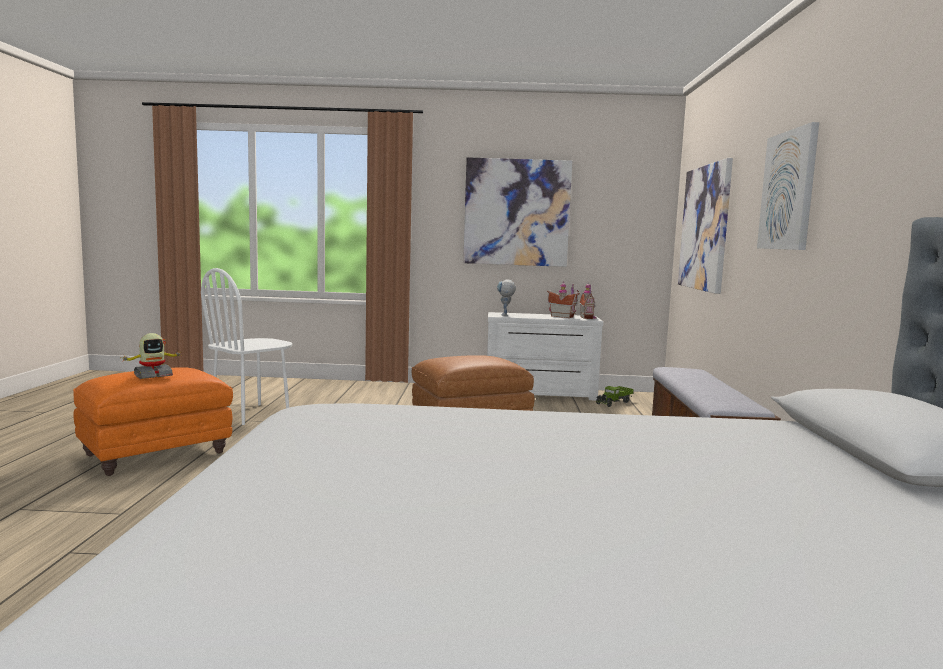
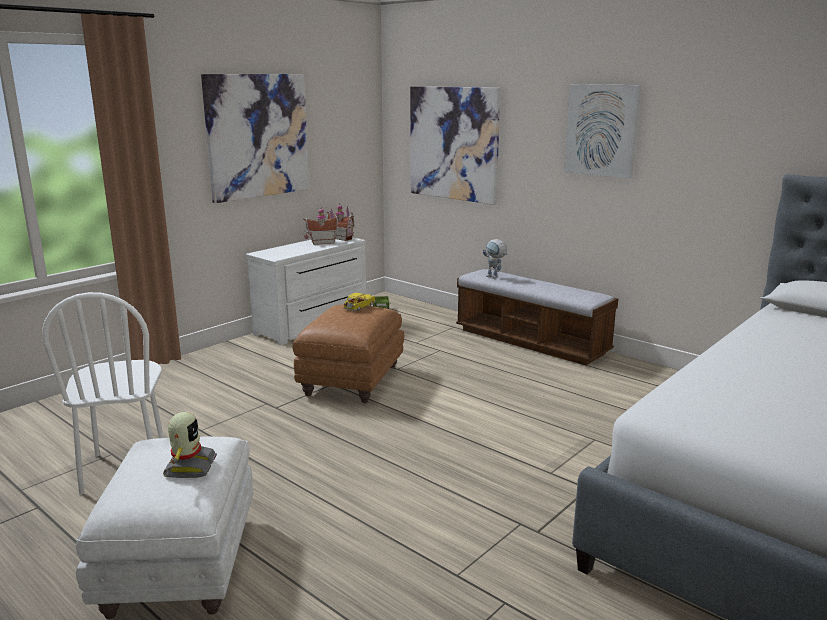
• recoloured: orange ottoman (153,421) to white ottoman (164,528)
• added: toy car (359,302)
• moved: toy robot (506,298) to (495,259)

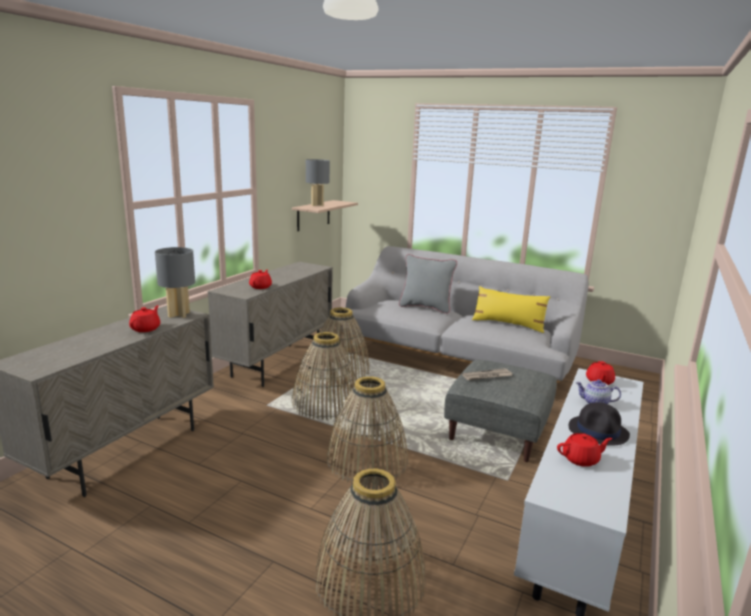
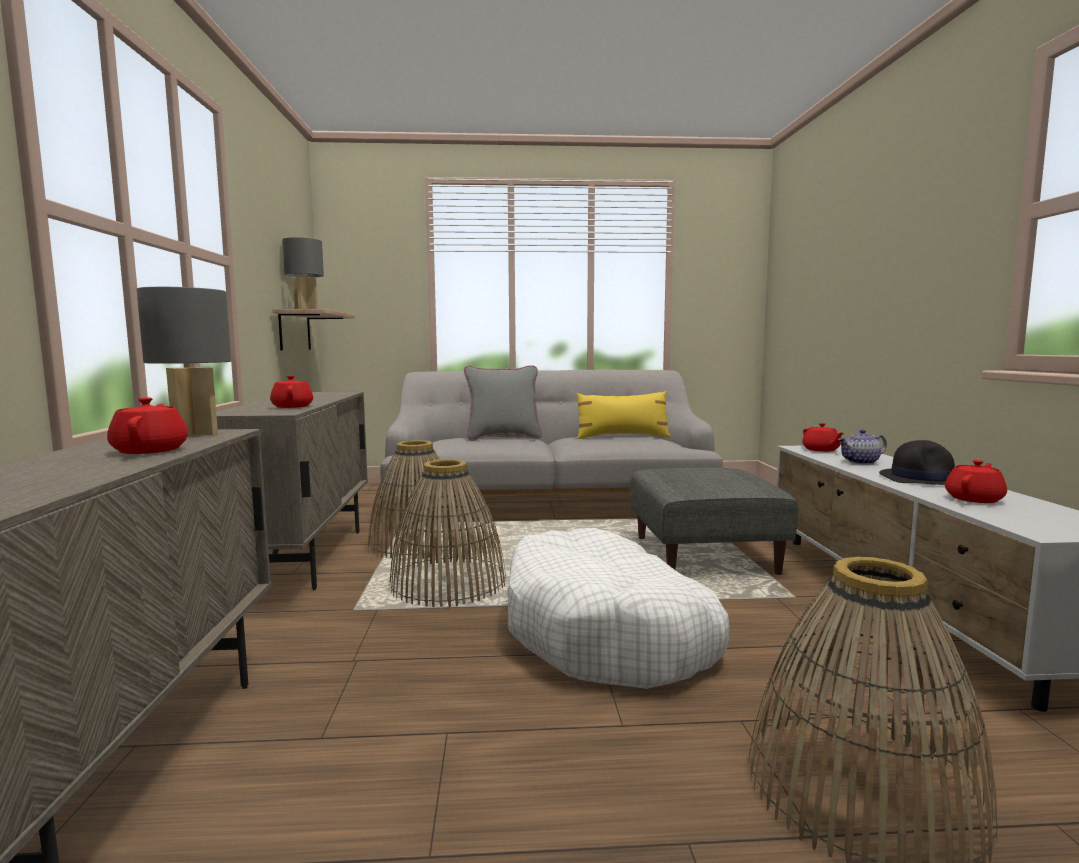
• replaced: basket (367,431) to white dog bed (618,608)
• removed: newspaper (487,374)

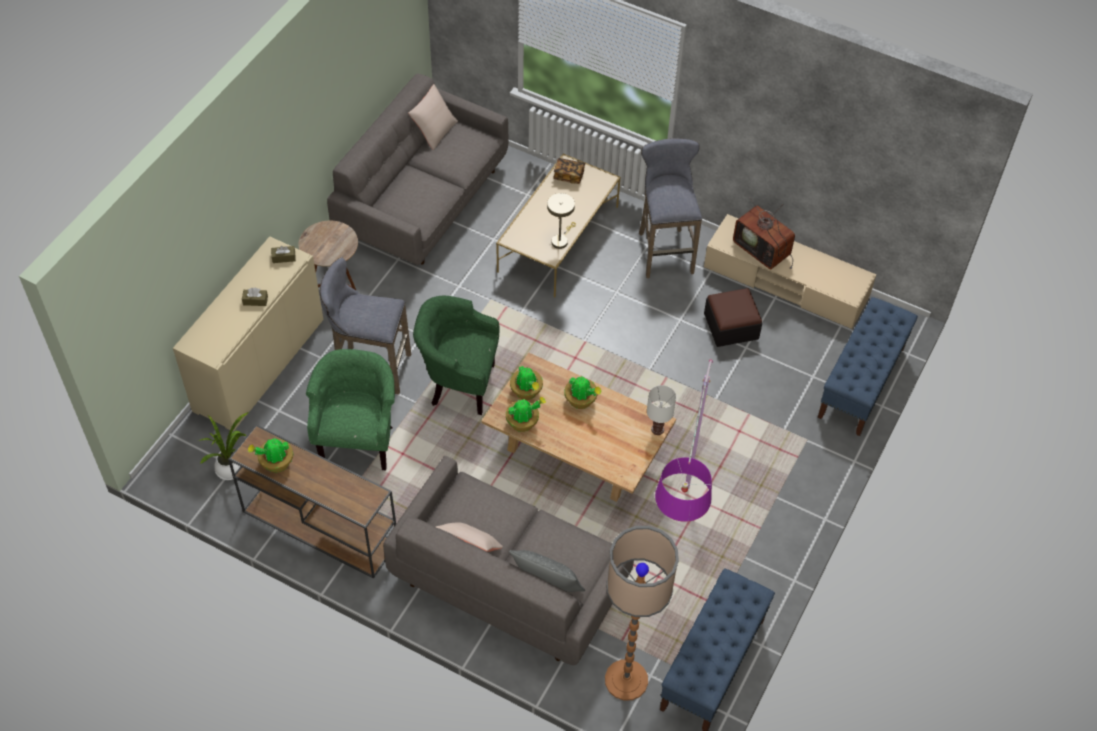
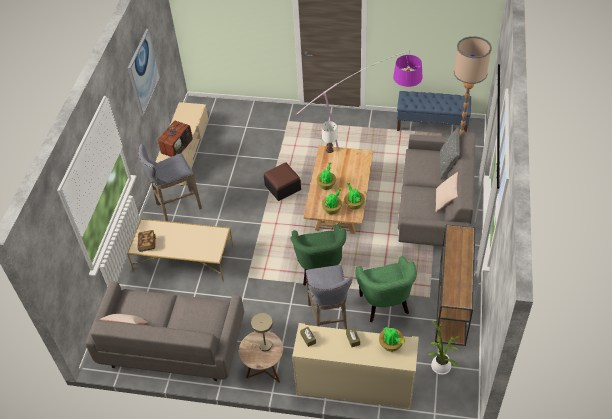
• added: picture (144,72)
• moved: beige table lamp (561,221) to (258,332)
• moved: ottoman (733,317) to (282,181)
• turned: green armchair (350,410) = (386,289) 90 degrees counterclockwise
• moved: potted plant (270,455) to (392,339)
• removed: blue bench (867,366)

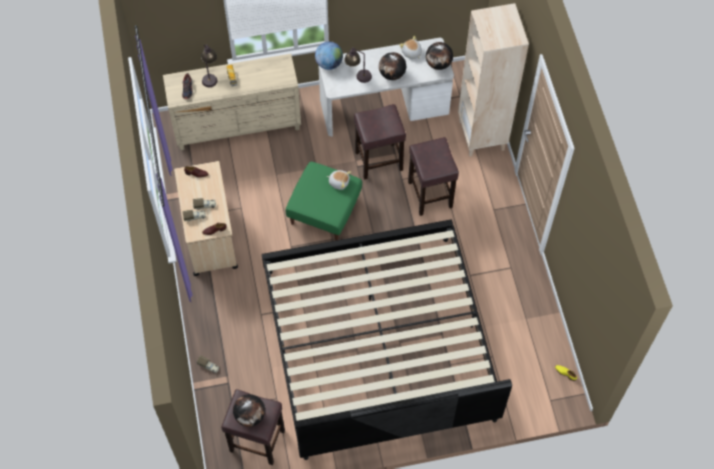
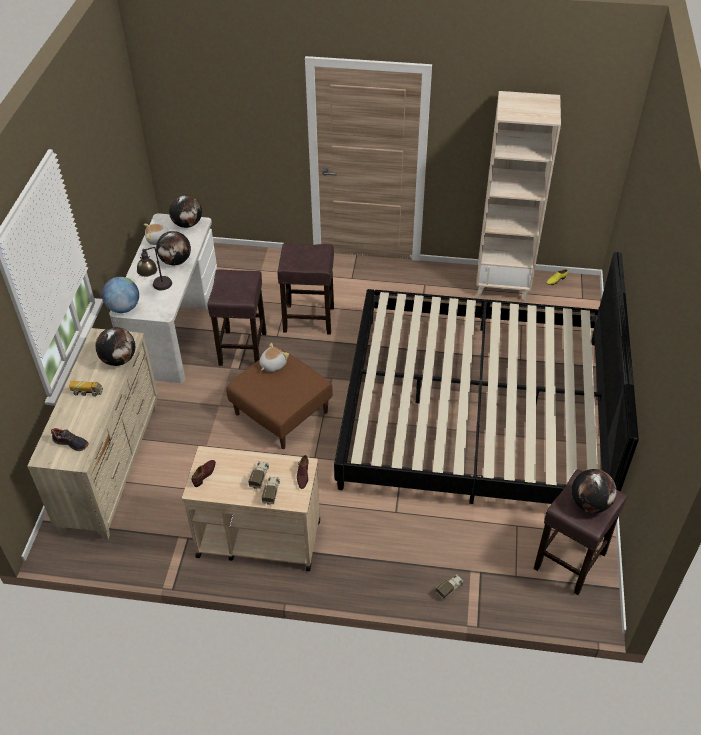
• added: globe (115,346)
• recoloured: green ottoman (323,201) to brown ottoman (279,398)
• moved: beige bookcase (493,79) to (519,196)
• removed: table lamp (209,66)

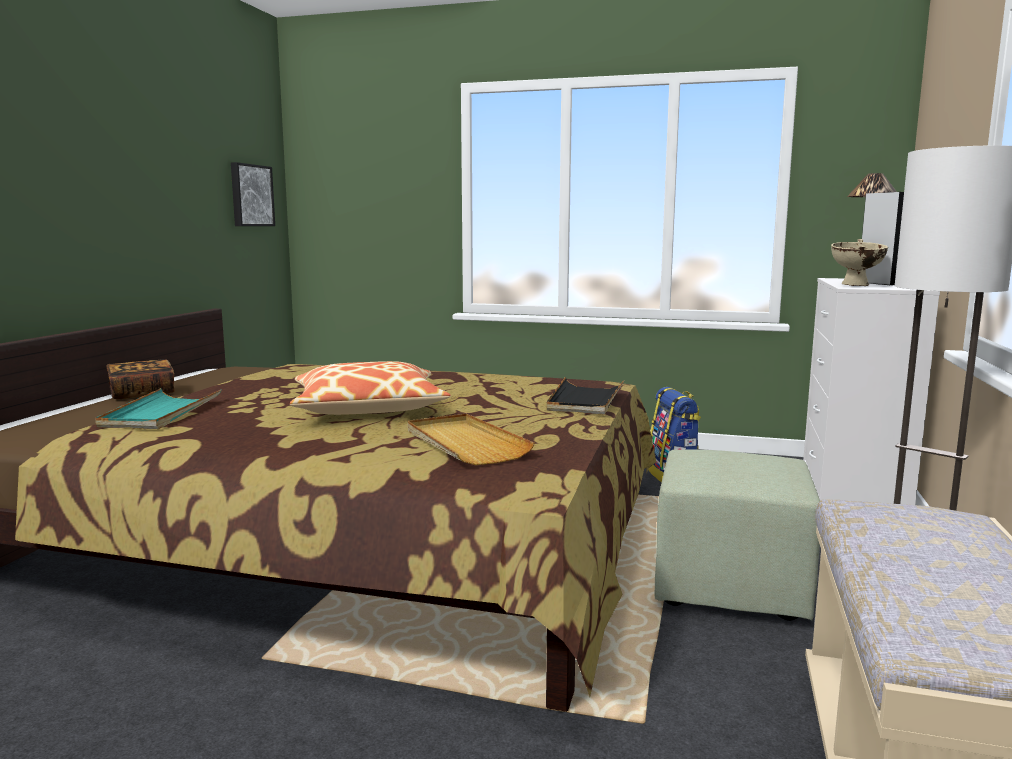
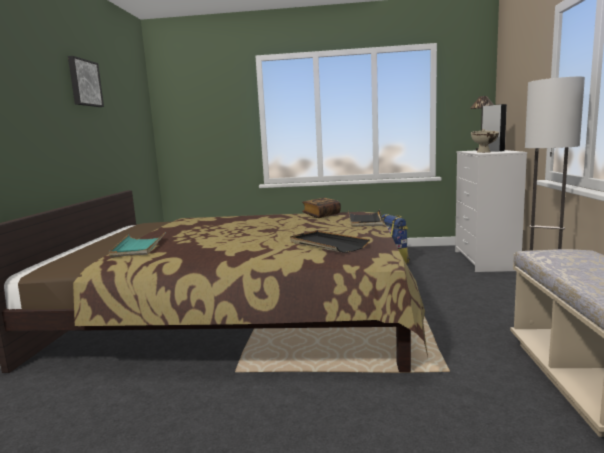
• moved: picture (253,194) to (86,81)
• recoloured: beige tray (471,439) to black tray (330,242)
• moved: book (140,379) to (321,208)
• removed: pillow (370,388)
• removed: green ottoman (737,535)

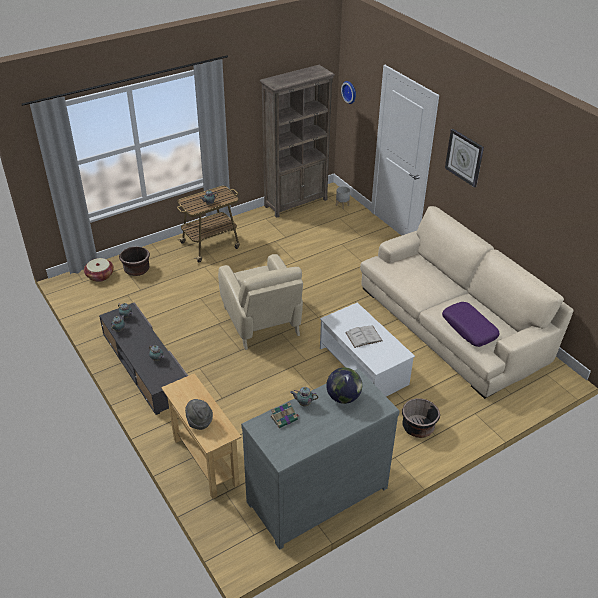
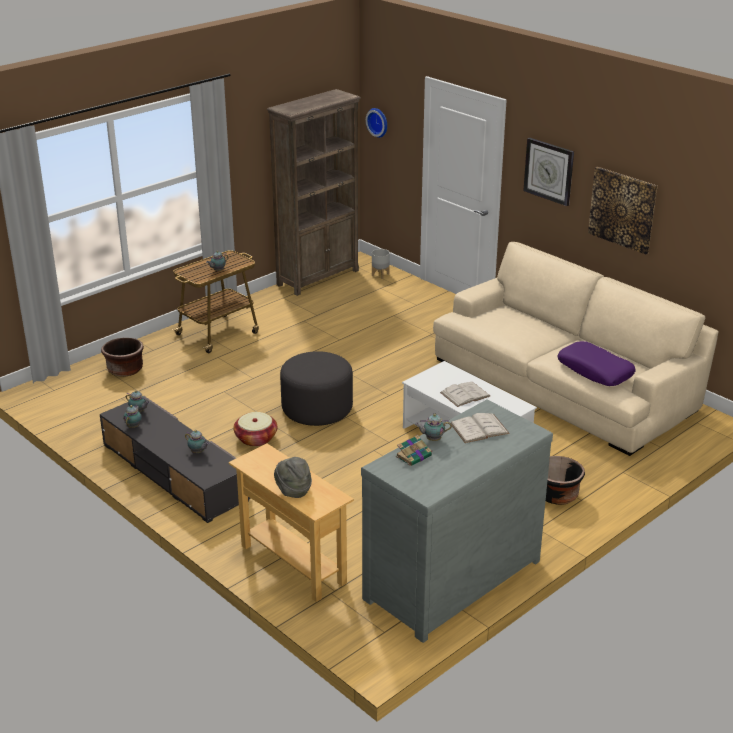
• moved: basket (99,270) to (255,429)
• replaced: beige armchair (260,302) to grey ottoman (316,388)
• replaced: globe (344,386) to white book (480,428)
• added: picture (623,210)

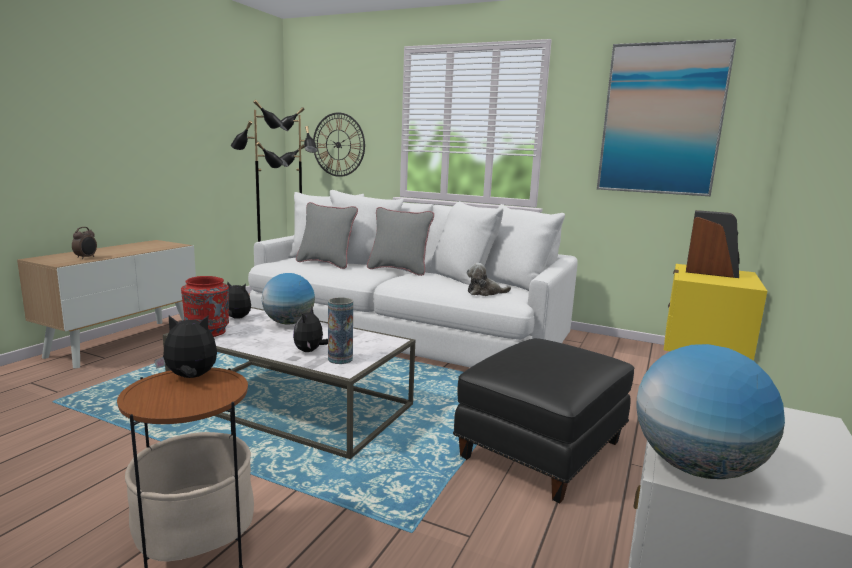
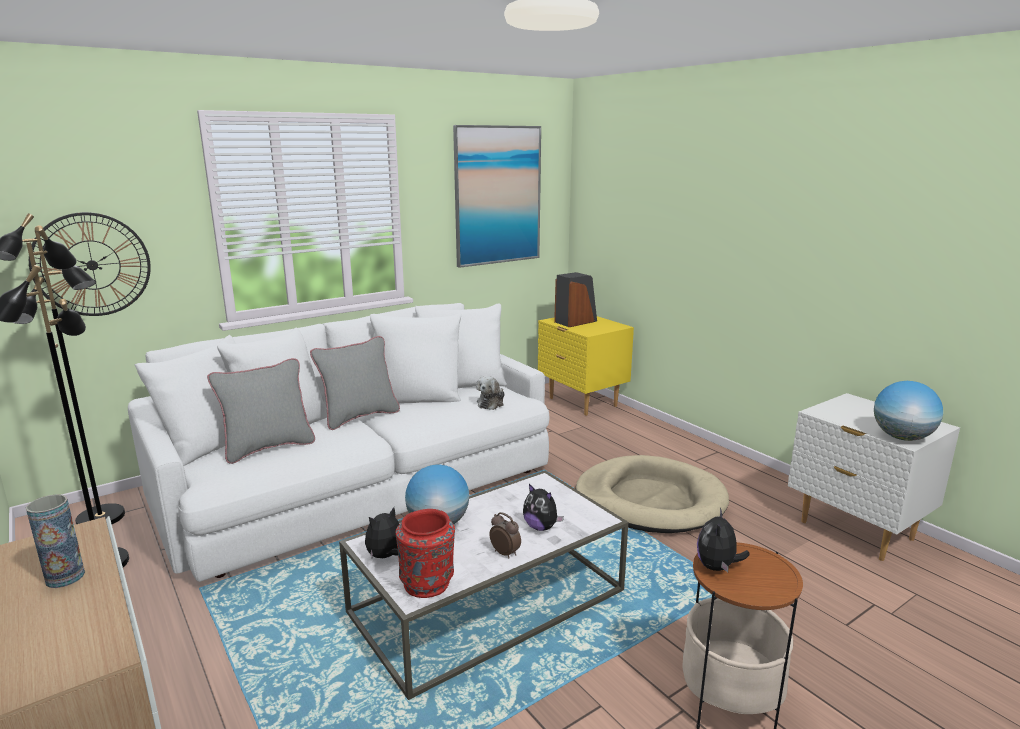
• moved: vase (340,330) to (55,541)
• moved: alarm clock (84,243) to (505,535)
• replaced: black ottoman (543,420) to beige dog bed (652,494)

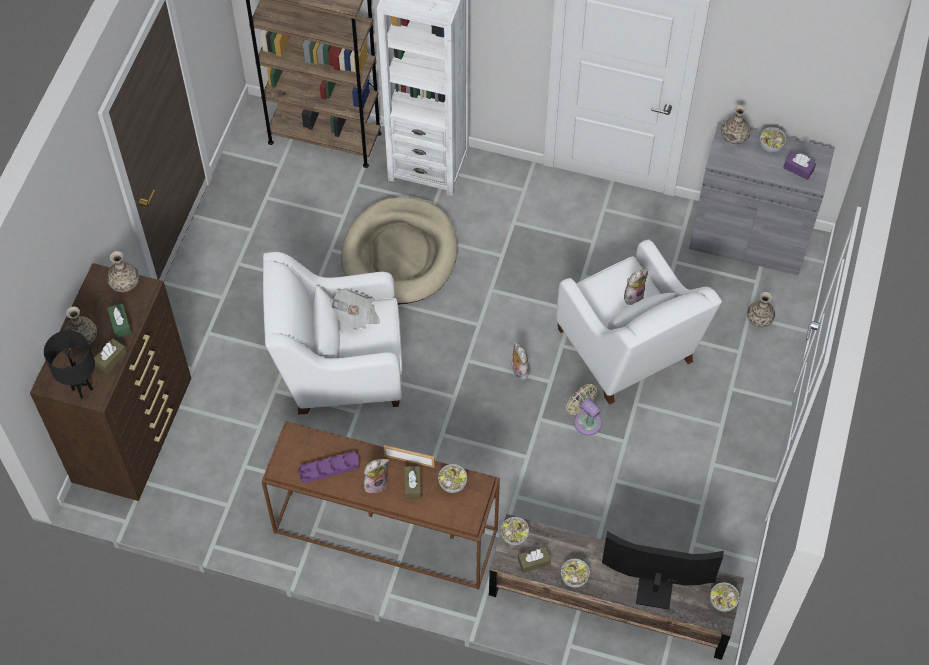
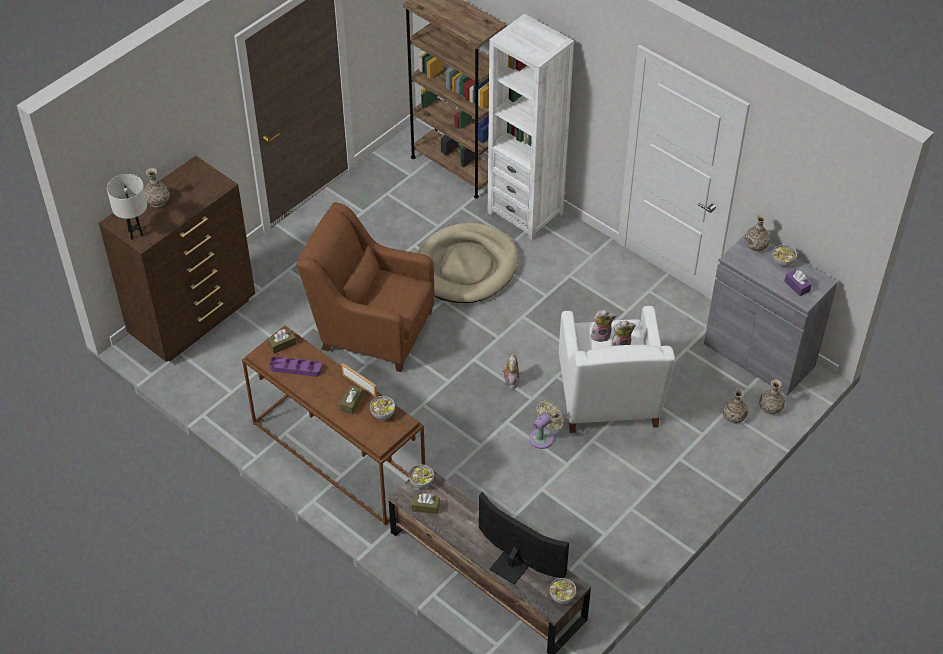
• recoloured: black table lamp (69,364) to white table lamp (127,206)
• moved: brown tissue box (110,356) to (281,341)
• recoloured: white armchair (332,333) to brown armchair (365,287)
• turned: beige fan (584,409) = (546,424) 60 degrees clockwise
• moved: plush toy (376,476) to (603,326)
• moved: vase (123,271) to (772,397)
• removed: green tissue box (119,320)
• removed: newspaper (355,309)
• removed: bowl (575,573)

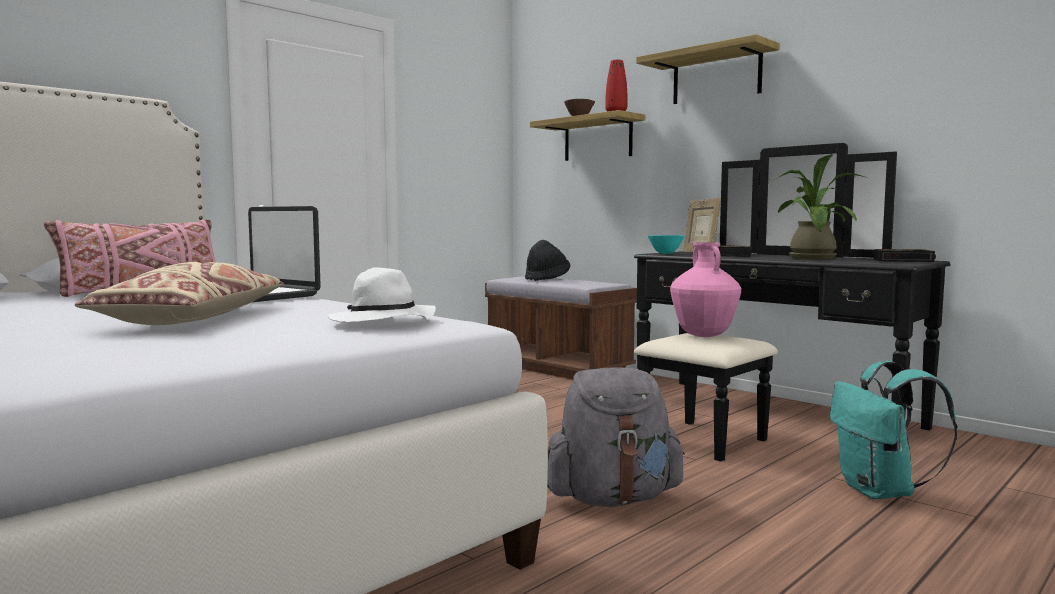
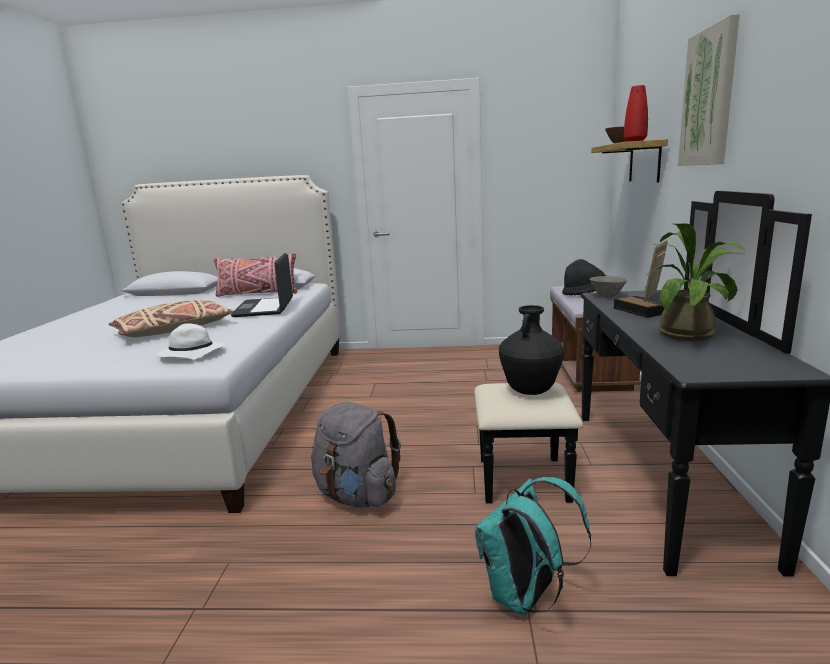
• recoloured: pink vase (705,289) to black vase (531,350)
• recoloured: turquoise bowl (666,244) to grey bowl (609,286)
• replaced: shelf (708,69) to picture (709,90)
• removed: alarm clock (904,255)

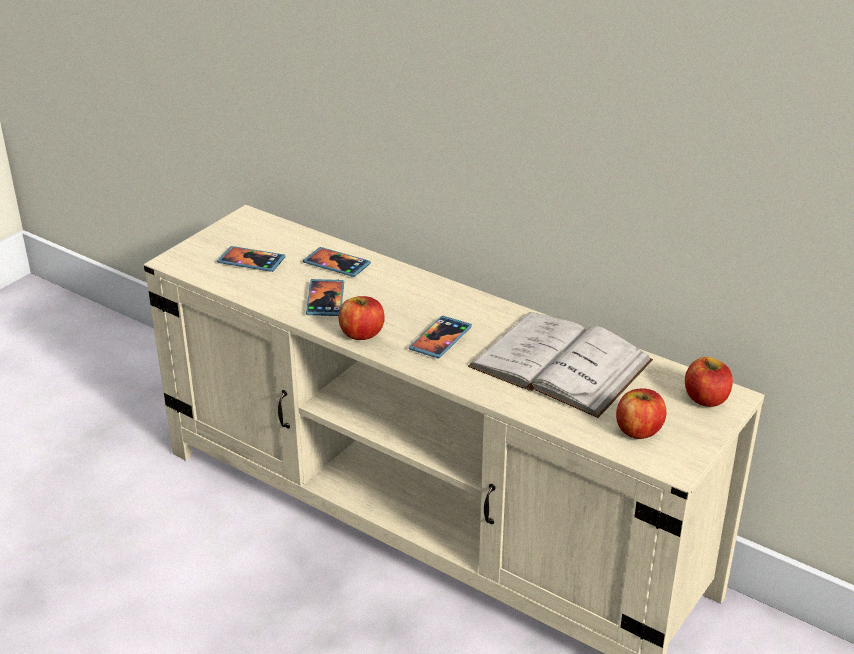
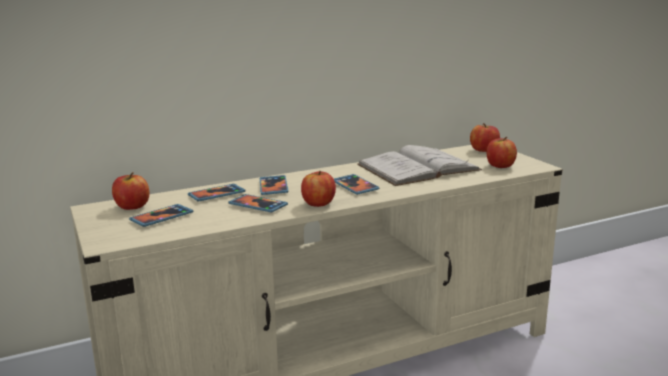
• added: apple (130,191)
• added: phone (274,185)

